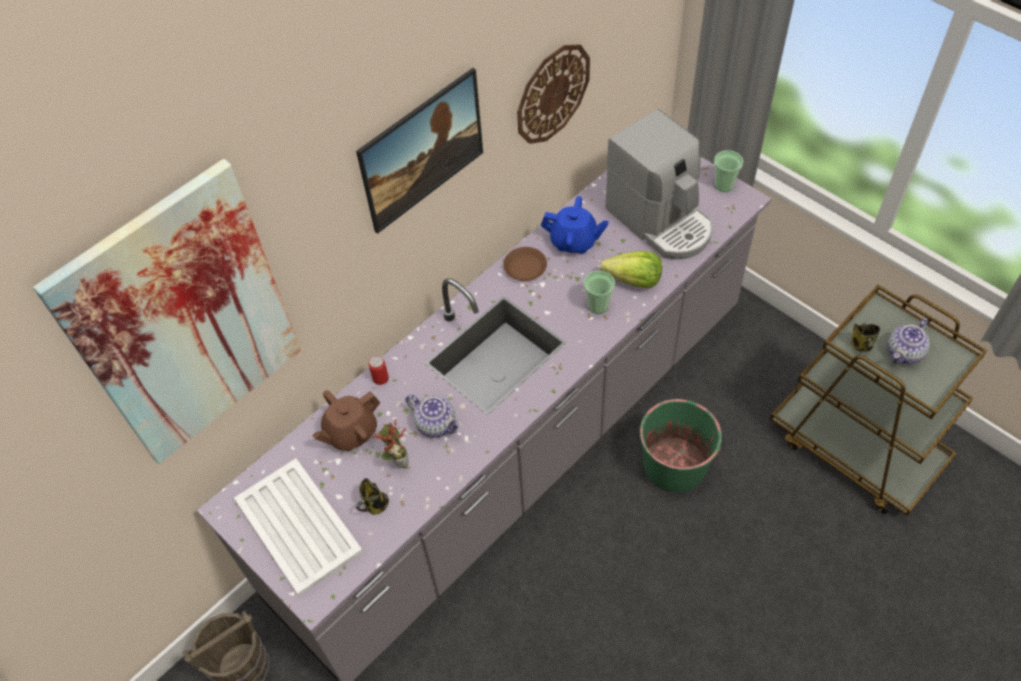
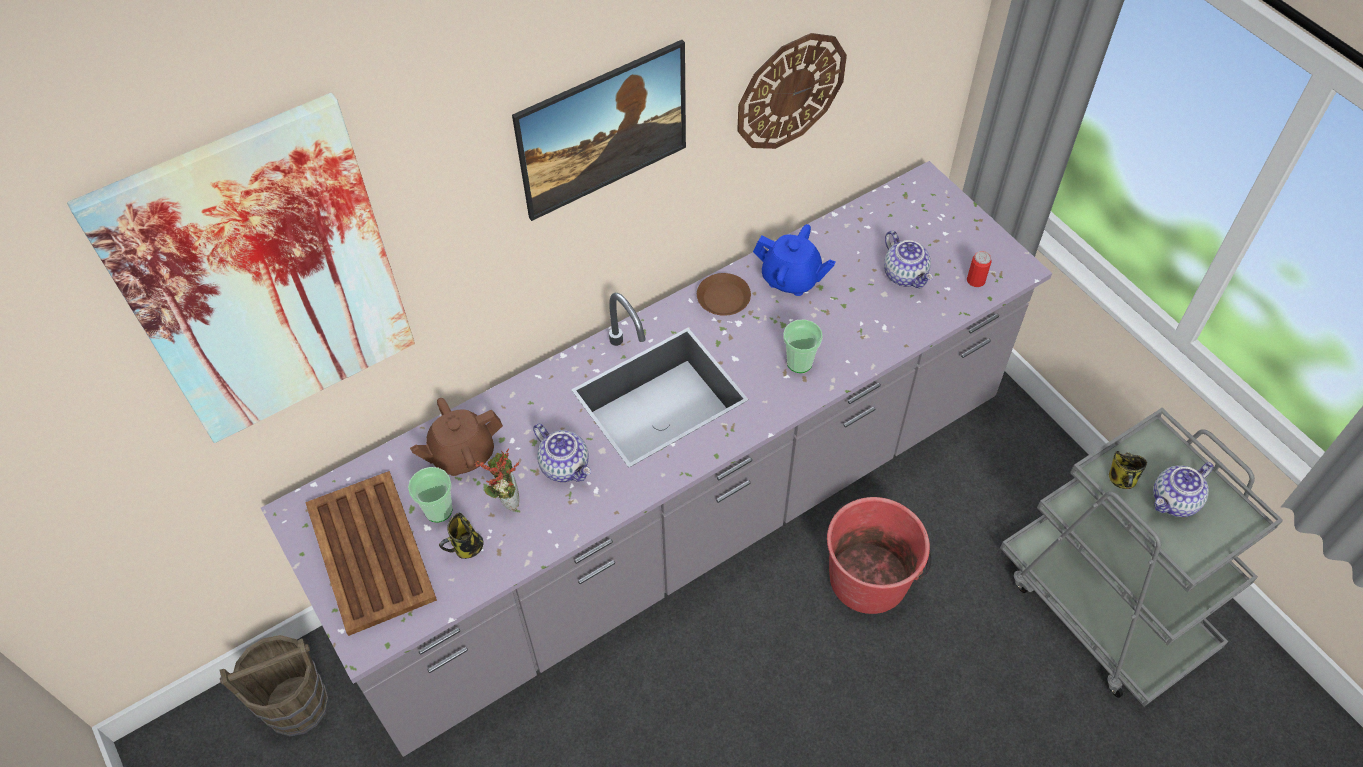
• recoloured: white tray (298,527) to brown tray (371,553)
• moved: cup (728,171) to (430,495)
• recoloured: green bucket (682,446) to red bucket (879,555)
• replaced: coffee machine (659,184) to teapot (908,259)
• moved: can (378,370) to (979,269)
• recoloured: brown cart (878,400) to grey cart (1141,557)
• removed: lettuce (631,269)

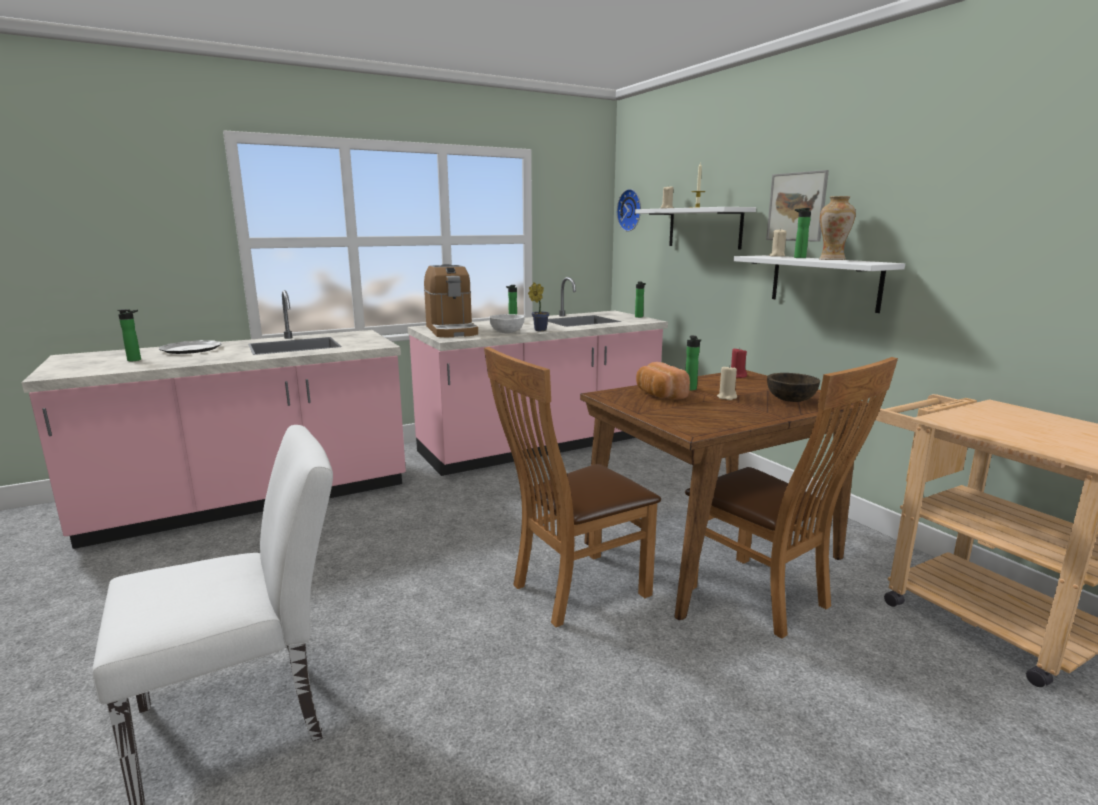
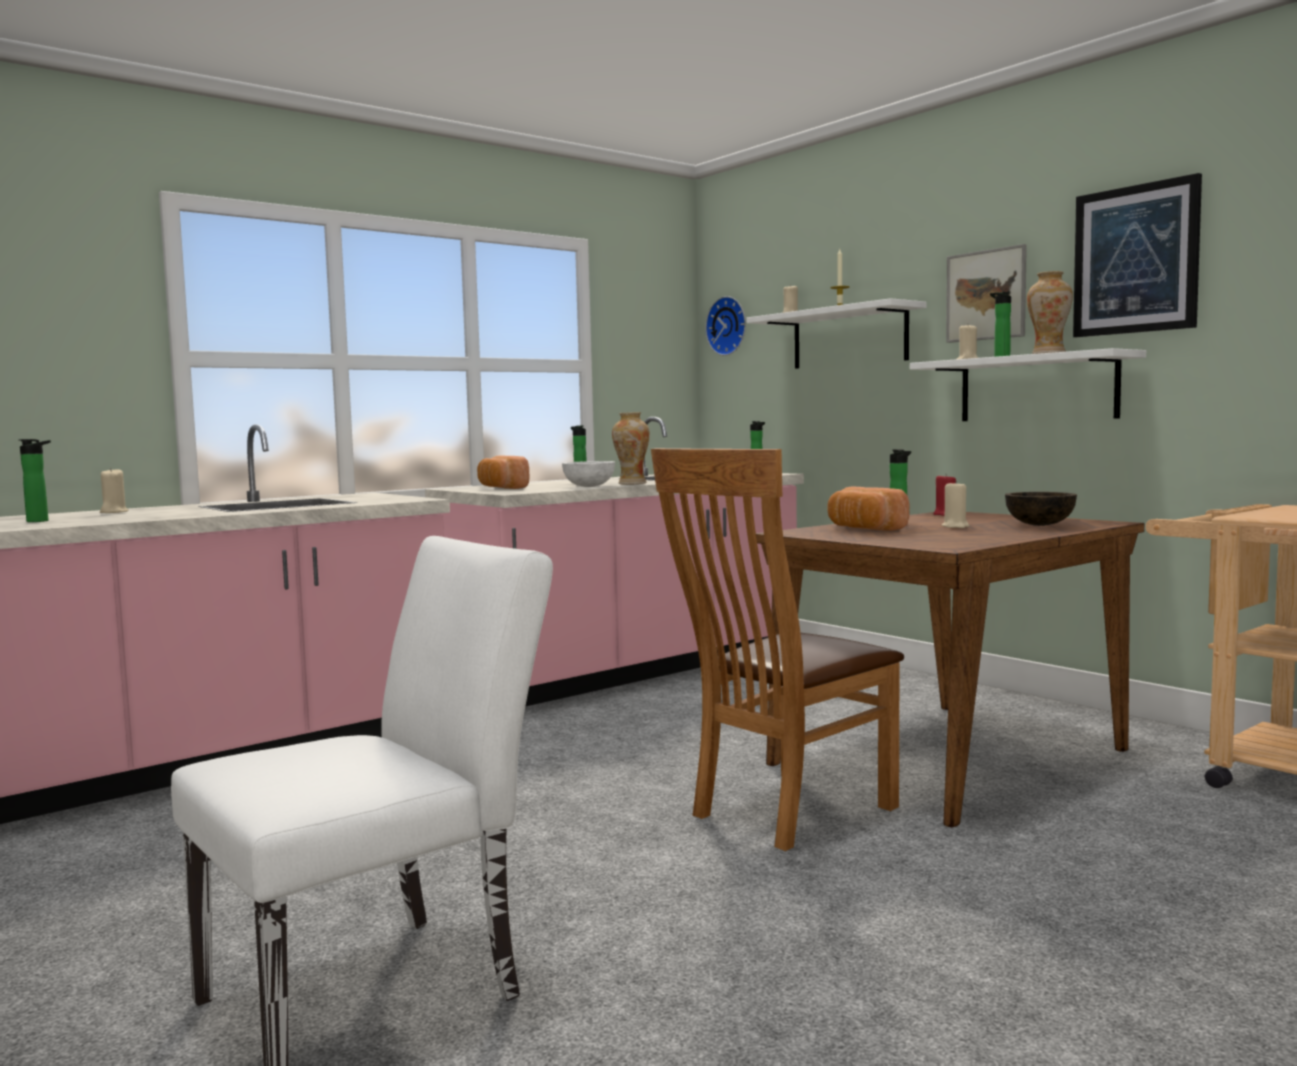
• replaced: plate (190,347) to beige candle (114,490)
• replaced: coffee machine (451,301) to bread (503,472)
• replaced: potted plant (538,306) to vase (631,448)
• added: picture (1137,255)
• removed: brown chair (791,498)

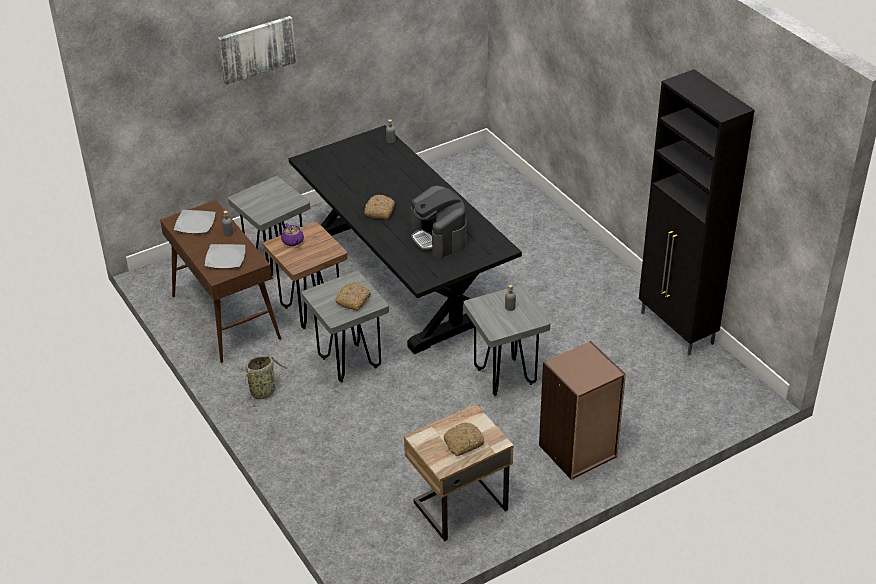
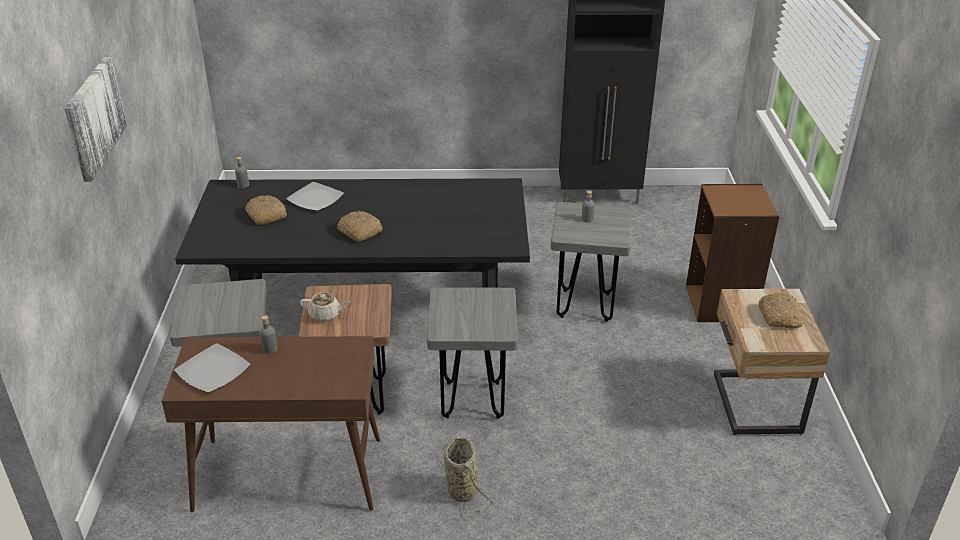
• moved: bread (353,296) to (266,210)
• moved: plate (225,256) to (315,196)
• recoloured: purple teapot (292,234) to beige teapot (325,307)
• removed: coffee machine (439,222)

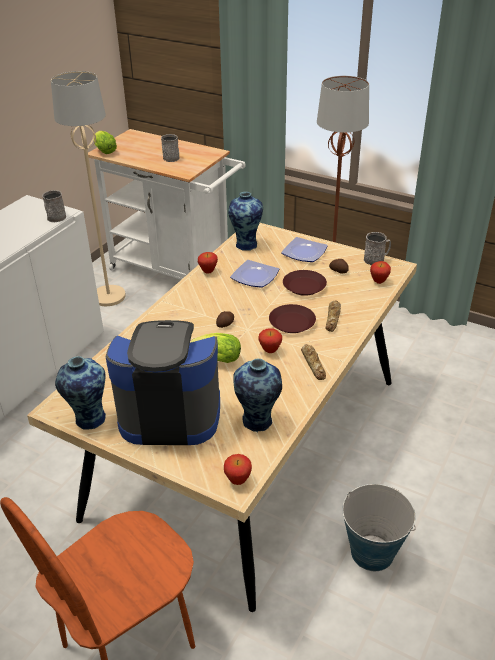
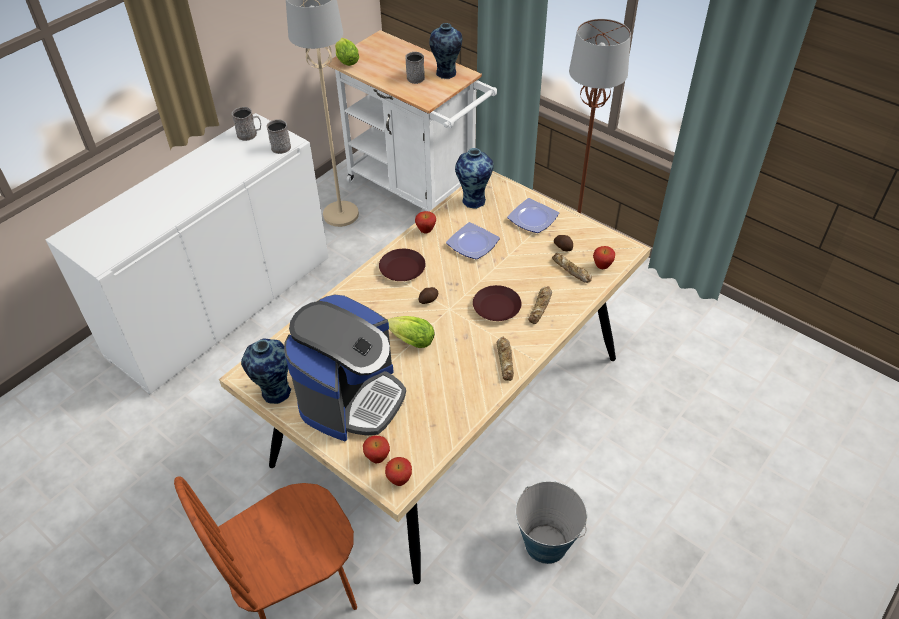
• moved: grey mug (377,248) to (246,124)
• turned: coffee machine (163,382) = (345,368) 105 degrees clockwise
• moved: apple (270,340) to (376,449)
• moved: brown plate (305,283) to (402,265)
• moved: vase (257,395) to (445,51)
• added: bread (572,268)

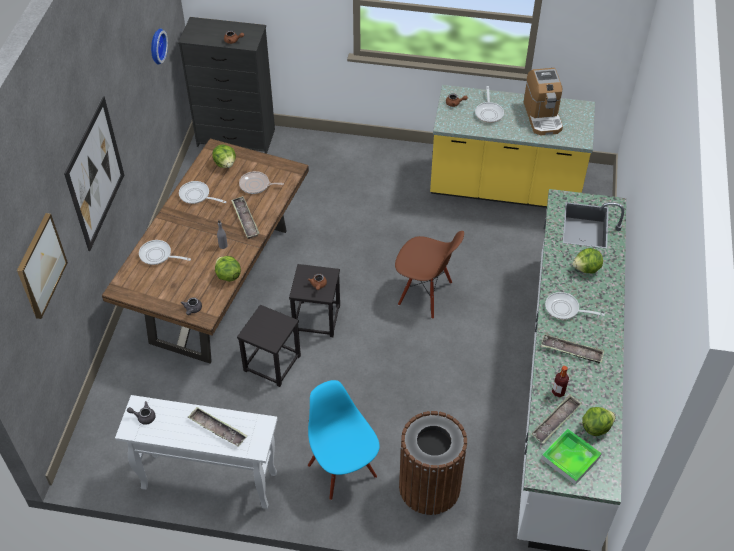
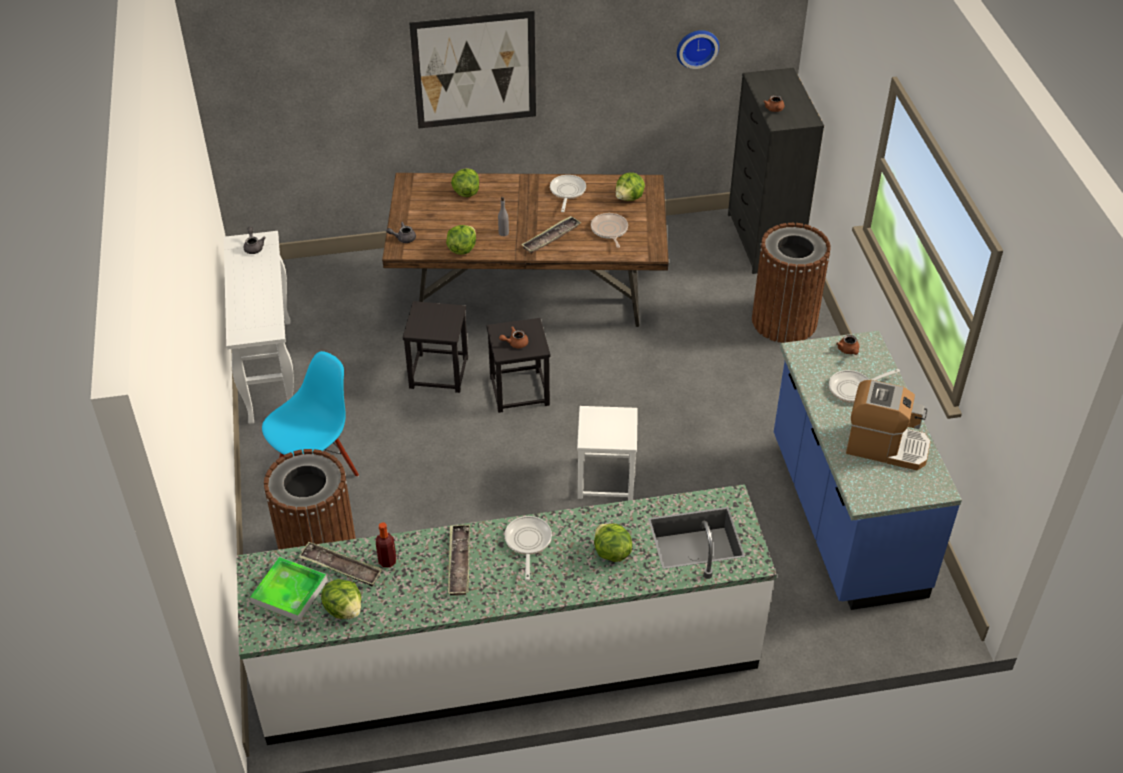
• replaced: frying pan (165,252) to lettuce (465,182)
• replaced: brown chair (429,275) to white stool (607,453)
• added: brown trash can (791,283)
• recoloured: yellow counter (512,146) to blue counter (868,470)
• turned: coffee machine (543,101) = (888,425) 135 degrees counterclockwise
• removed: picture (42,266)
• removed: tray (217,427)

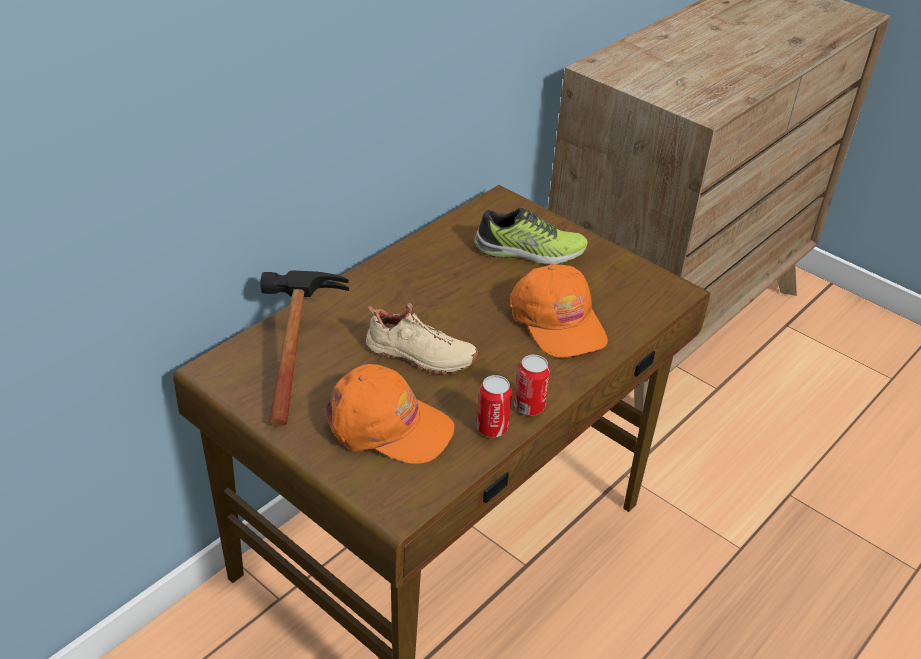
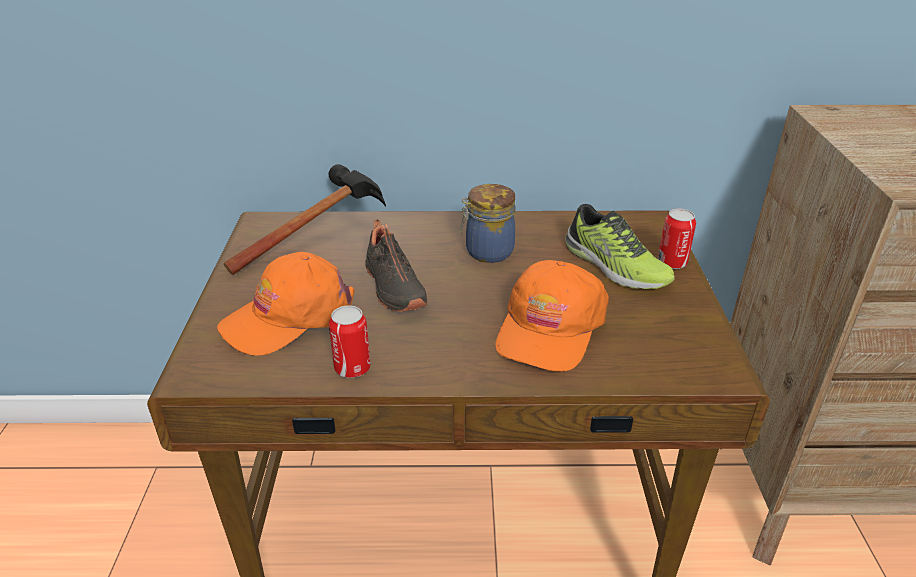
• turned: orange cap (389,414) = (286,304) 75 degrees clockwise
• recoloured: beige shoe (422,338) to black shoe (396,265)
• added: jar (487,223)
• moved: can (532,385) to (677,238)

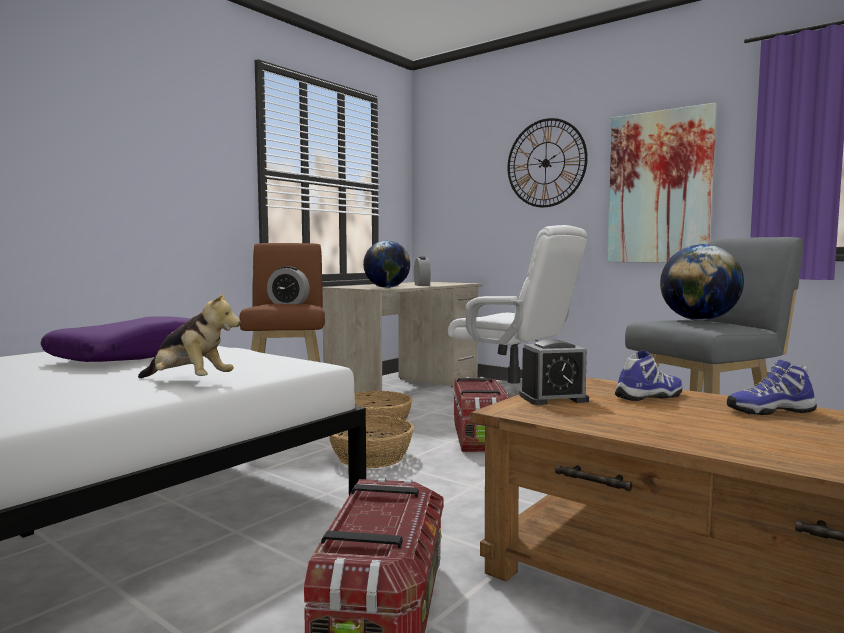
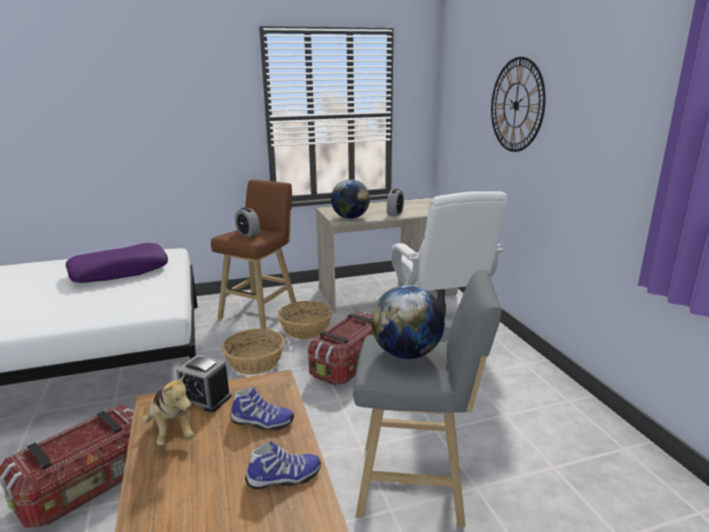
• moved: plush toy (189,334) to (168,409)
• turned: shoe (772,387) = (283,465) 135 degrees clockwise
• removed: picture (662,183)

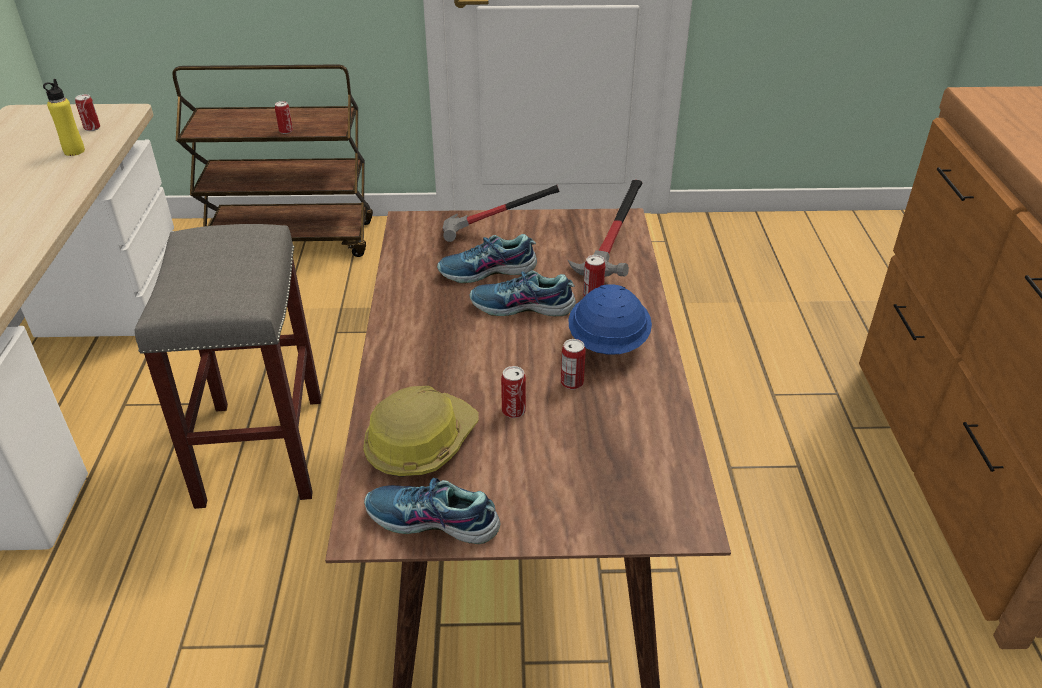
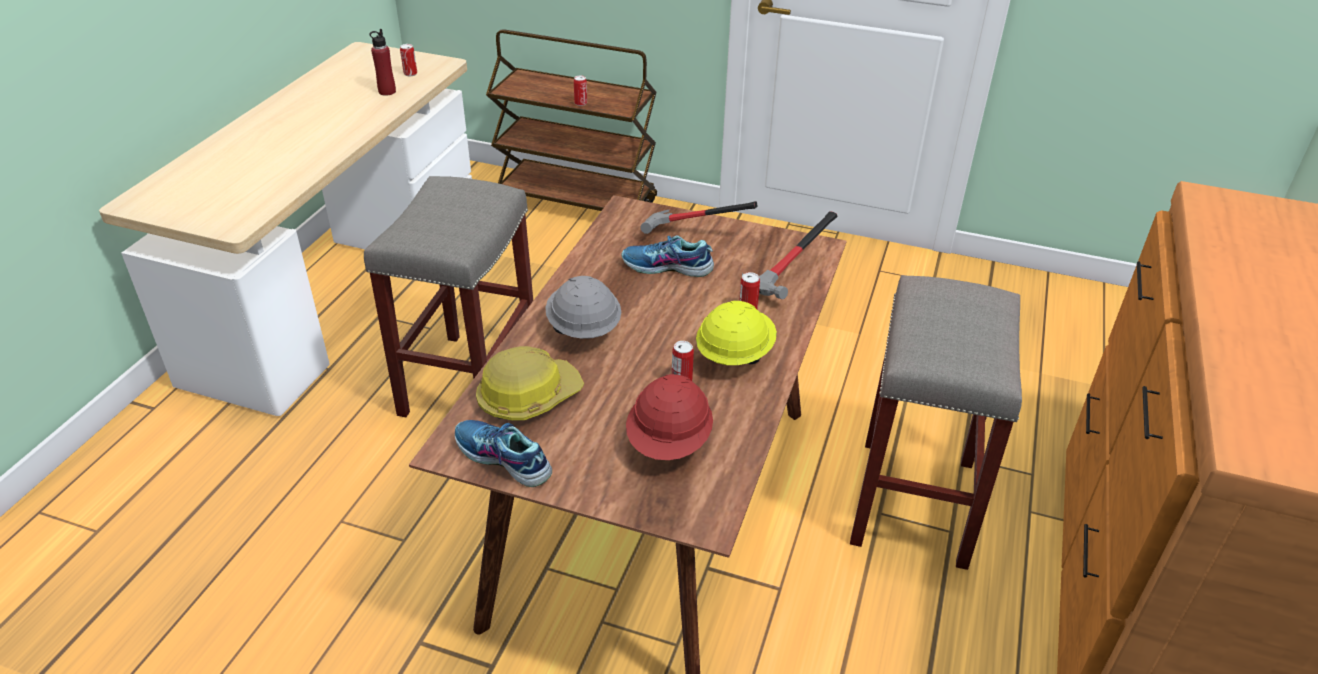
• recoloured: yellow bottle (64,117) to red bottle (382,62)
• added: grey hard hat (583,307)
• added: red hard hat (669,417)
• recoloured: blue hard hat (610,319) to yellow hard hat (736,333)
• added: grey stool (936,422)
• removed: shoe (523,293)
• removed: can (513,392)

